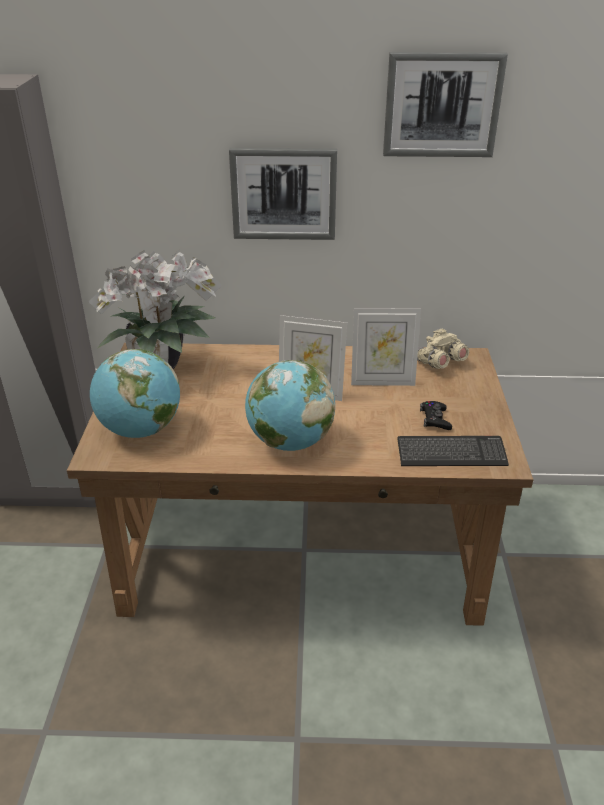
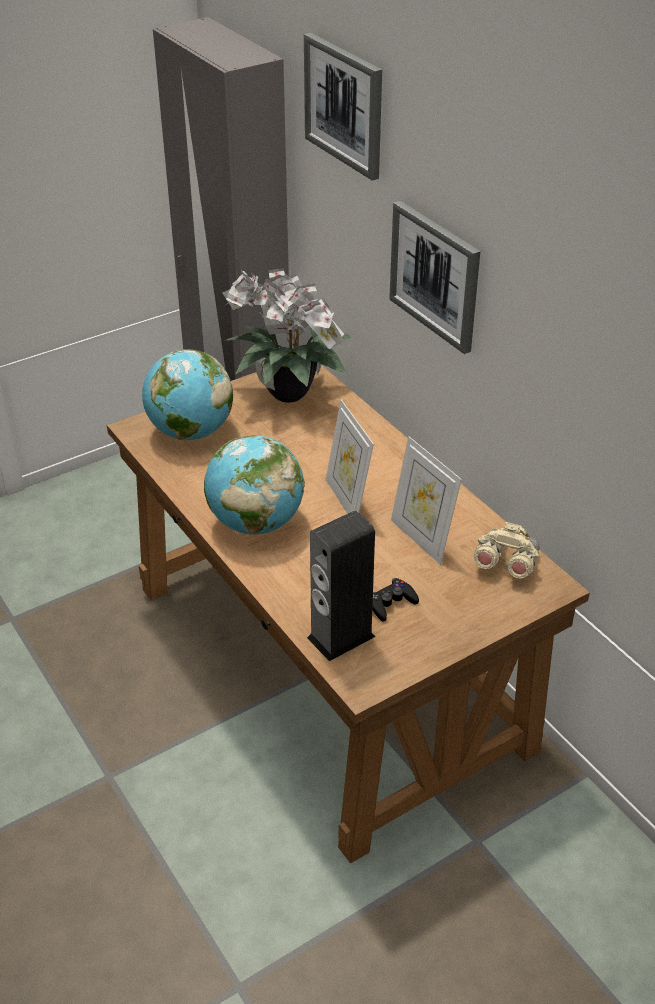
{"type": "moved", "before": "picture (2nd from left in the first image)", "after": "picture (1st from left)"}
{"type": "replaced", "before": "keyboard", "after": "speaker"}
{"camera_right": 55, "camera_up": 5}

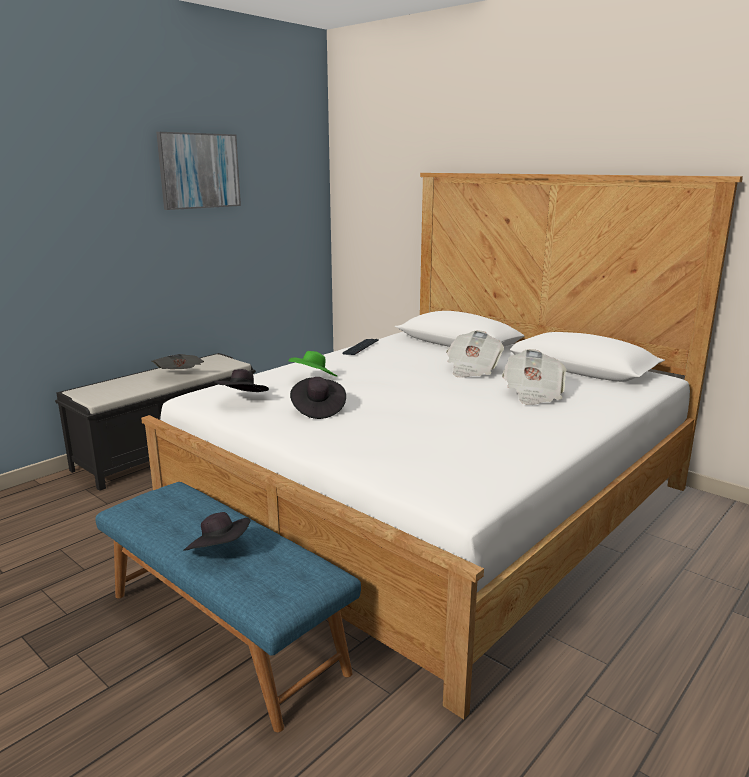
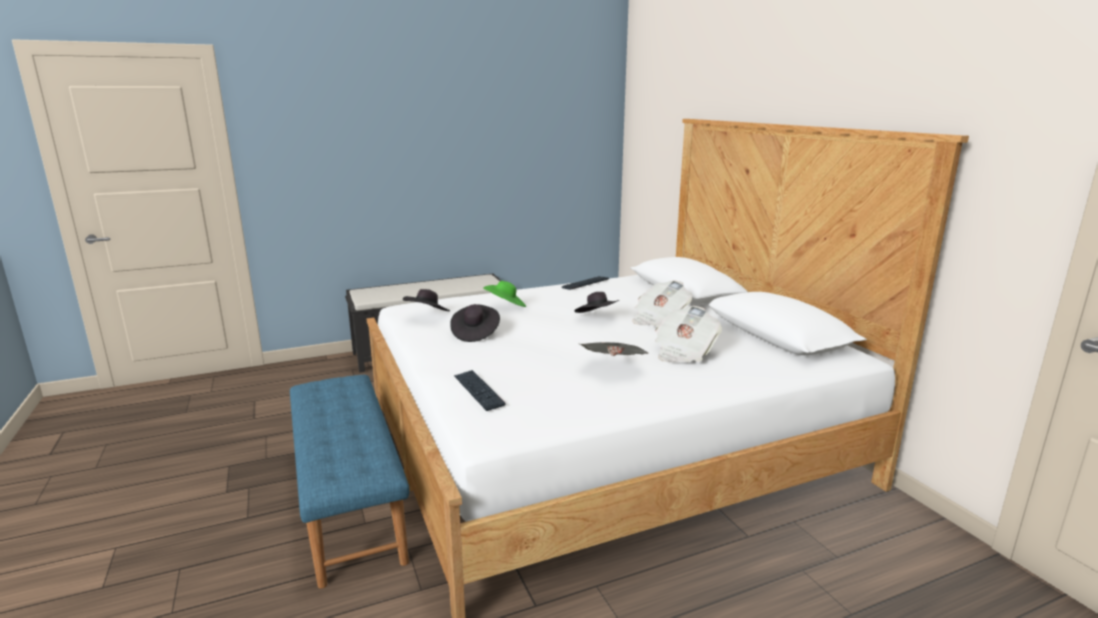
{"type": "added", "after": "keyboard (1st from left)"}
{"type": "moved", "before": "hat (black) (1st from left in the first image)", "after": "hat (black) (3rd from left)"}
{"type": "moved", "before": "newspaper (1st from left)"}
{"type": "removed", "before": "picture"}
{"camera_right": 25, "camera_up": 0}

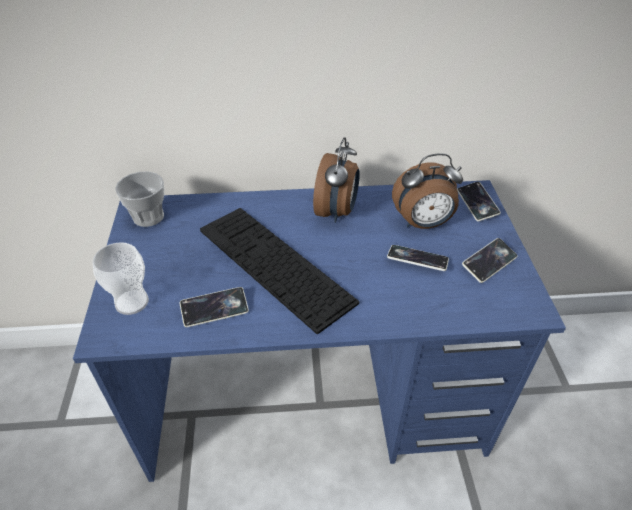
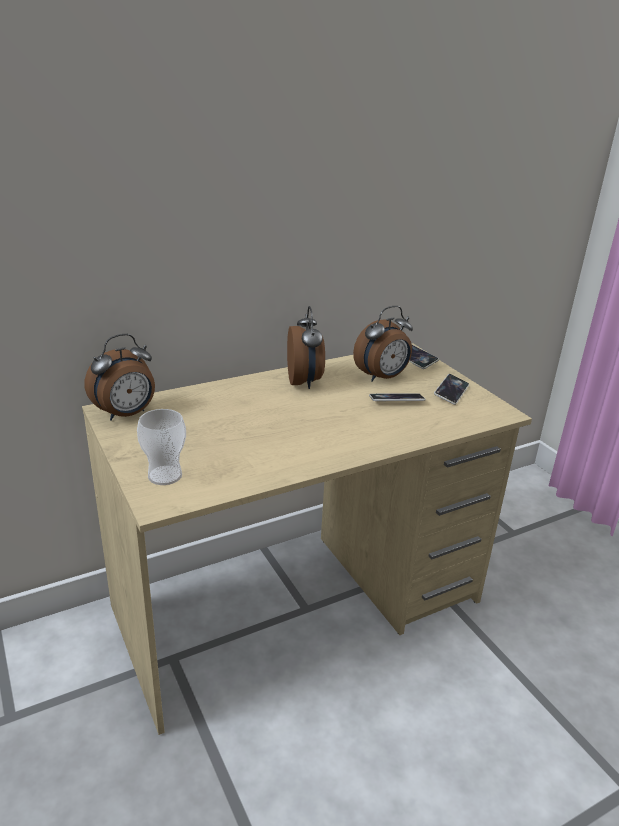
{"type": "recoloured", "before": "desk (blue)", "after": "desk (beige)"}
{"type": "replaced", "before": "cup (2nd from left)", "after": "alarm clock (1st from left)"}
{"type": "removed", "before": "phone (1st from left)"}
{"type": "removed", "before": "keyboard"}
{"camera_right": -25, "camera_up": -15}

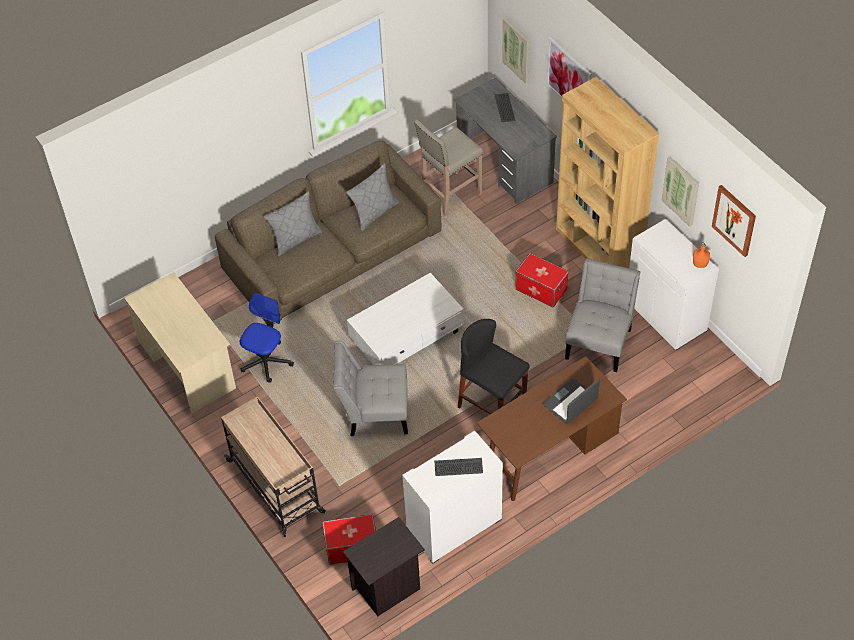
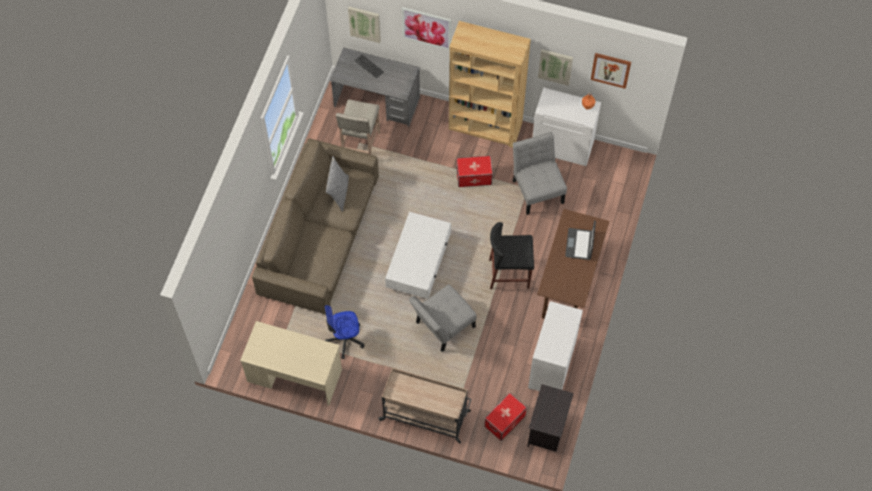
{"type": "turned", "before": "office chair", "turn": -90}
{"type": "removed", "before": "pillow (grey) (1st from left)"}
{"type": "removed", "before": "keyboard (1st from left)"}
{"camera_right": -40, "camera_up": 10}

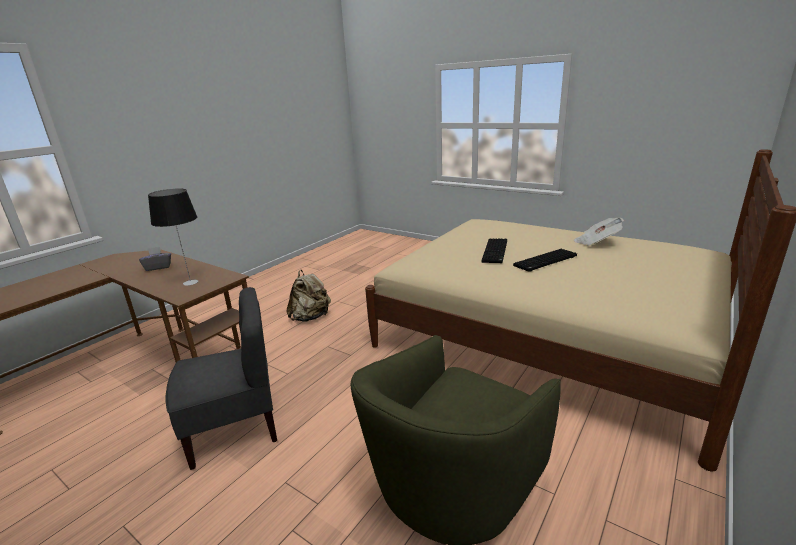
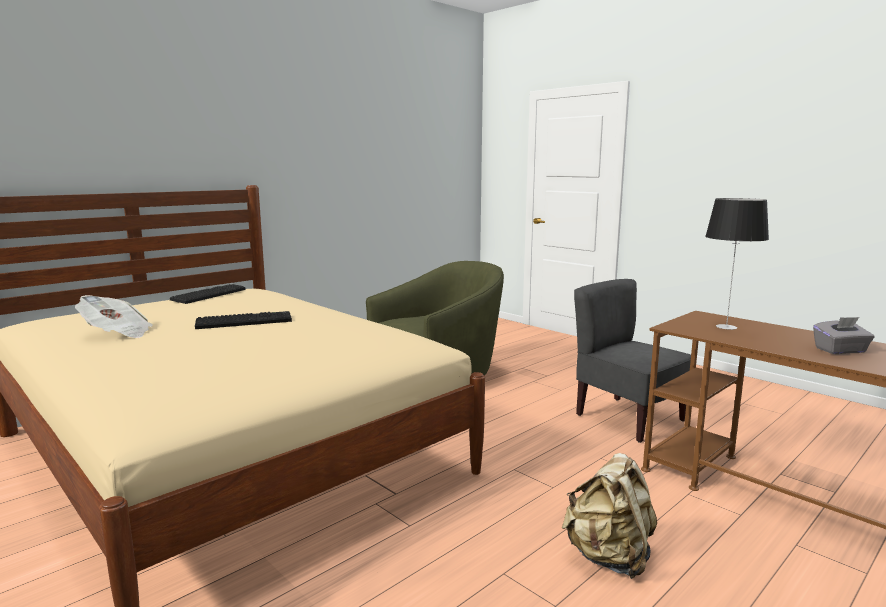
{"type": "moved", "before": "keyboard (1st from left)"}
{"type": "turned", "before": "chair (grey)", "turn": 60}
{"camera_right": -170, "camera_up": -10}

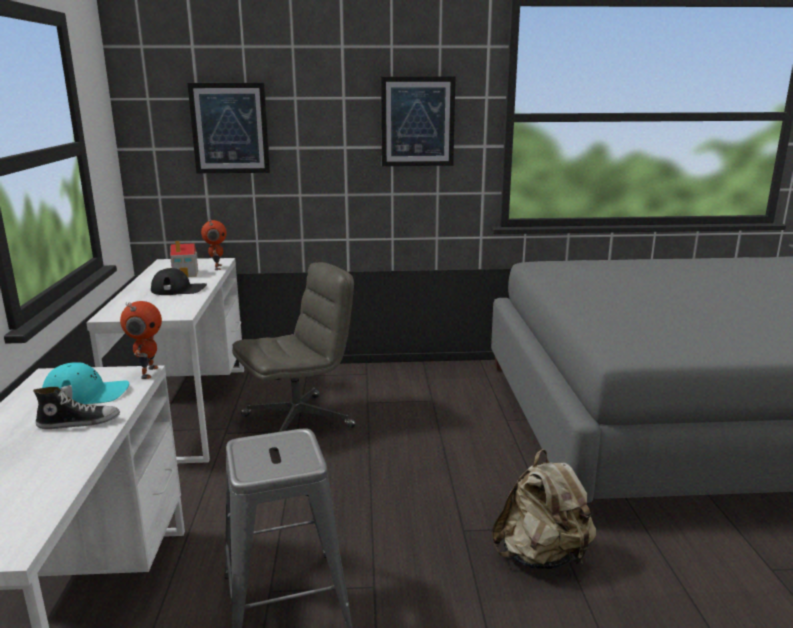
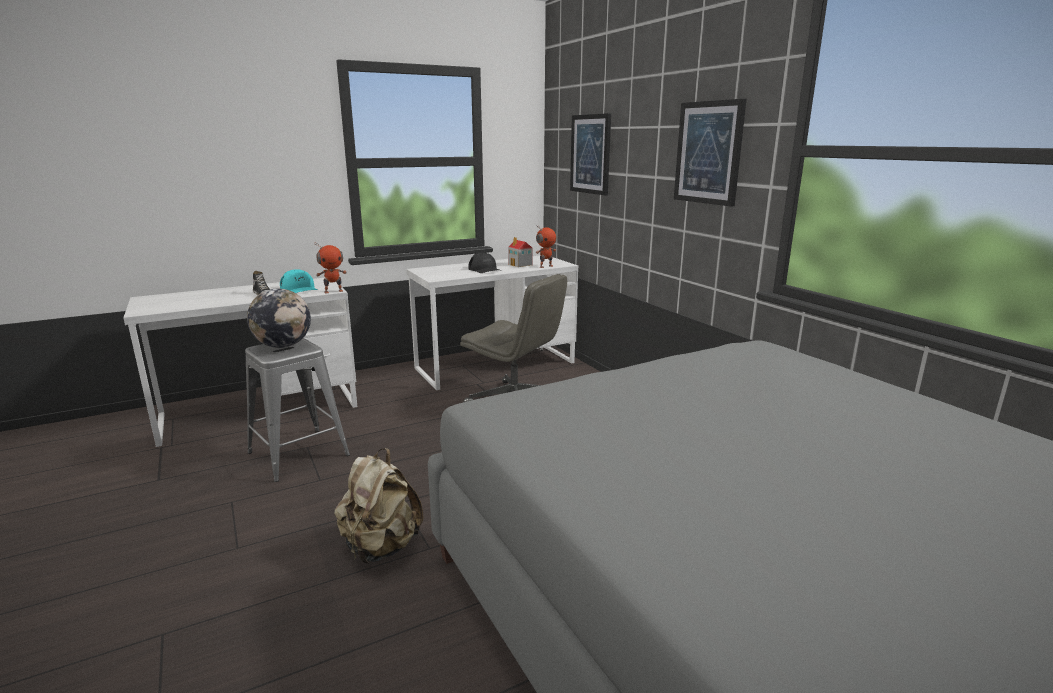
{"type": "added", "after": "globe"}
{"camera_right": 65, "camera_up": 0}

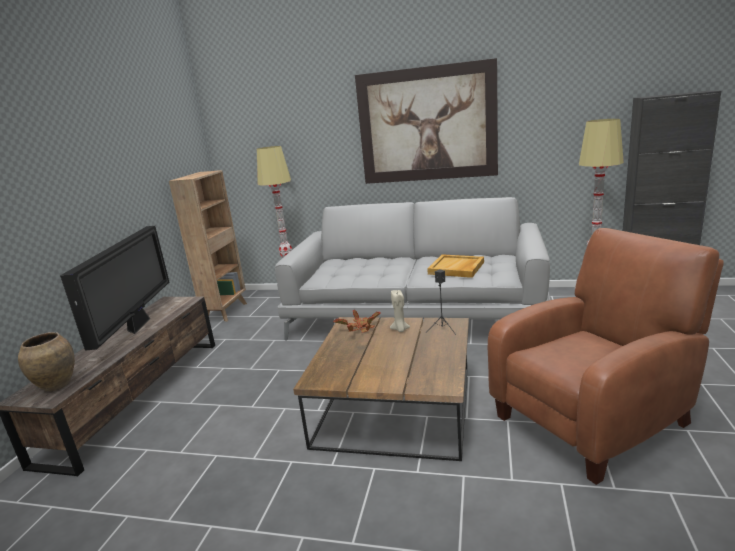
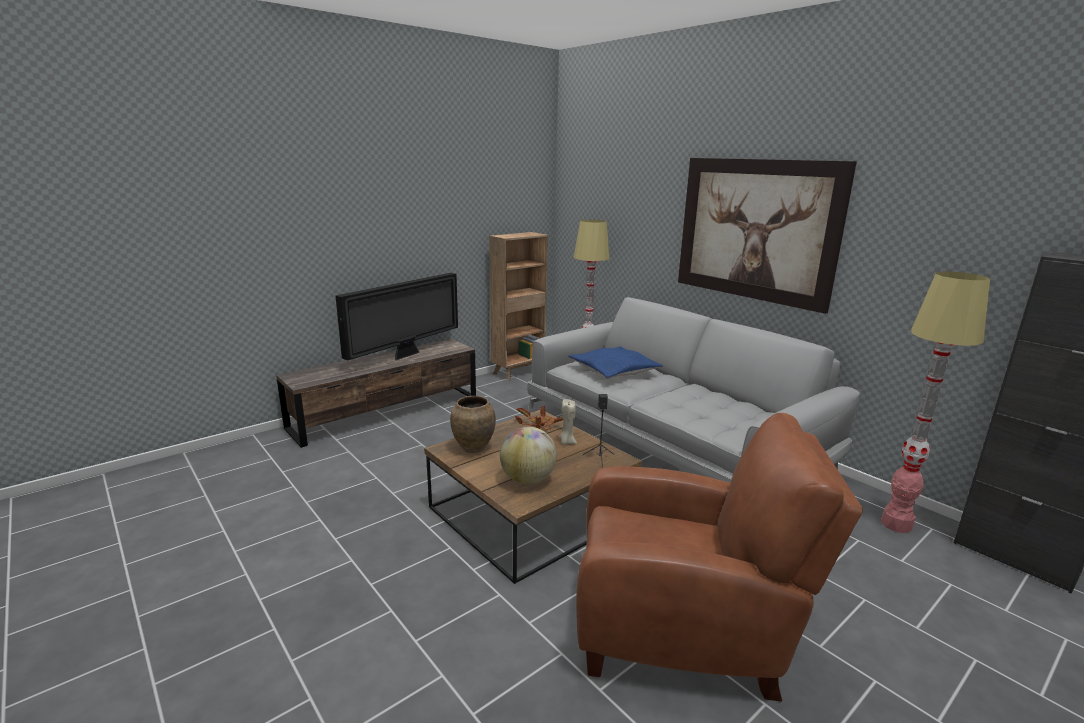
{"type": "moved", "before": "vase (brown)"}
{"type": "added", "after": "globe"}
{"type": "added", "after": "pillow (blue)"}
{"type": "removed", "before": "tray (beige)"}
{"camera_right": 35, "camera_up": 0}

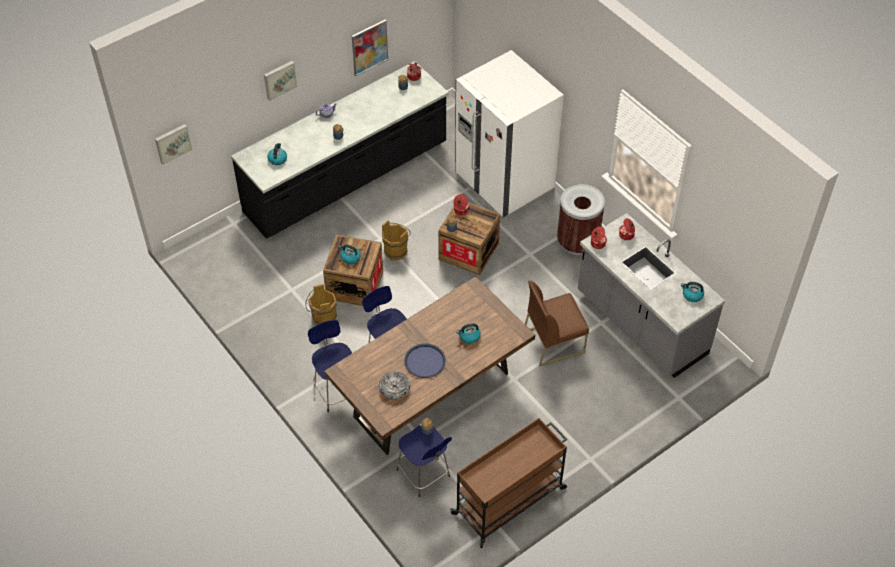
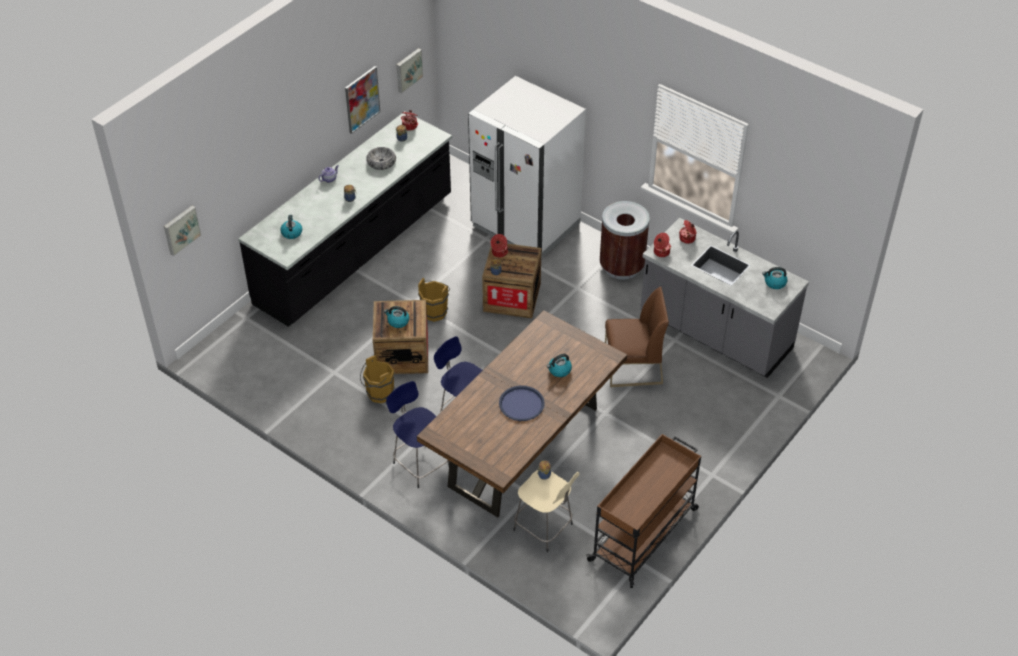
{"type": "moved", "before": "bowl"}
{"type": "moved", "before": "picture (2nd from left in the first image)", "after": "picture (3rd from left)"}
{"type": "recoloured", "before": "stool (blue) (3rd from left)", "after": "stool (beige)"}
{"type": "turned", "before": "chair (brown)", "turn": -150}
{"camera_right": -15, "camera_up": -5}

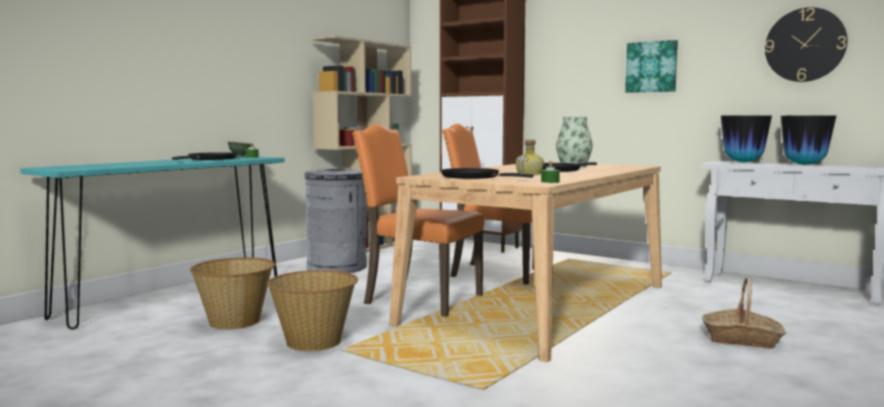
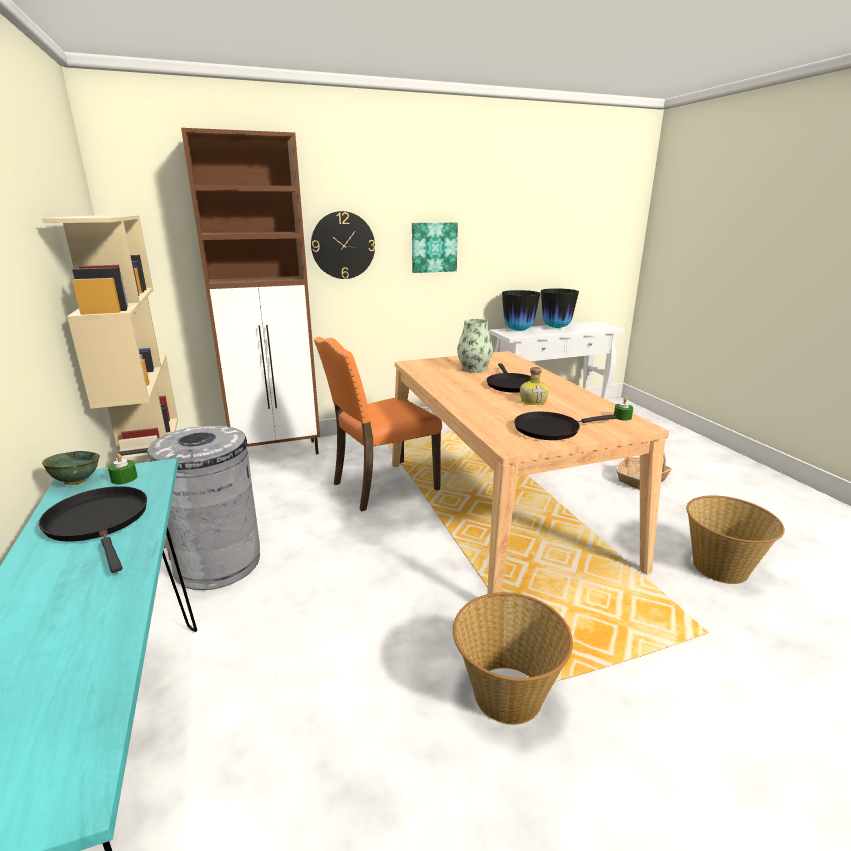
{"type": "moved", "before": "wall clock"}
{"type": "moved", "before": "basket (1st from left in the first image)", "after": "basket (3rd from left)"}
{"type": "removed", "before": "chair (orange) (1st from left)"}
{"camera_right": -55, "camera_up": 15}

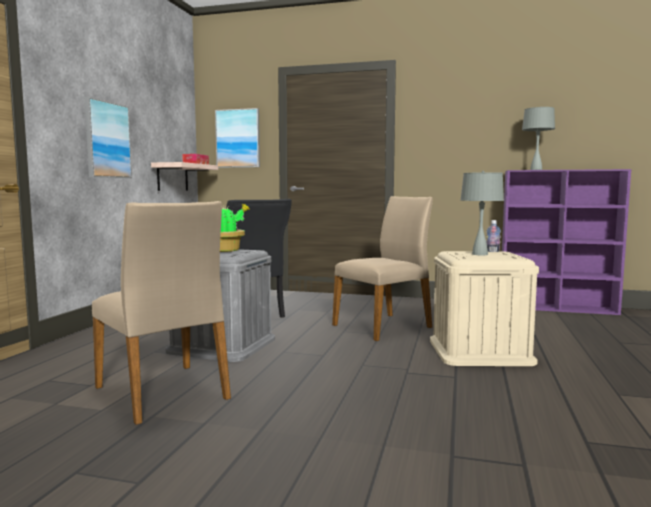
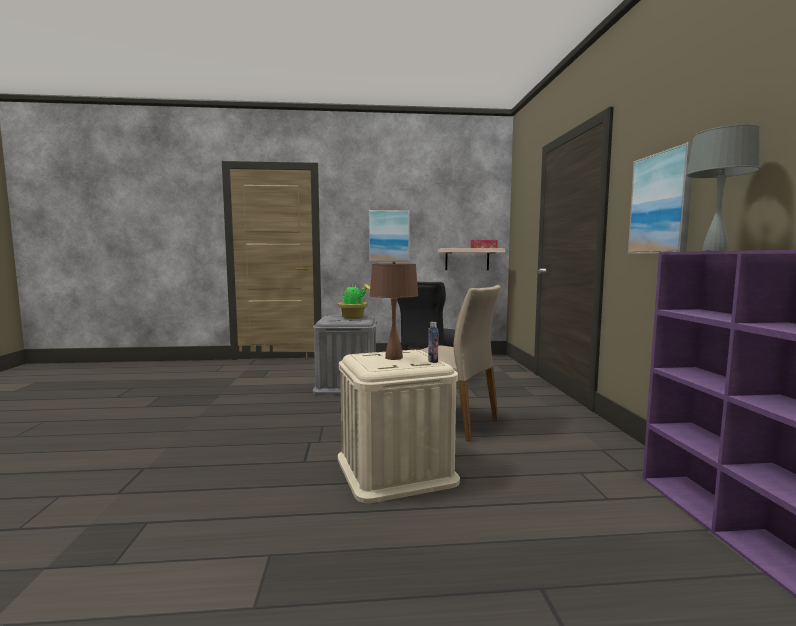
{"type": "recoloured", "before": "table lamp (grey) (1st from left)", "after": "table lamp (brown)"}
{"type": "moved", "before": "picture (2nd from left)"}
{"type": "removed", "before": "chair (beige) (1st from left)"}
{"camera_right": 70, "camera_up": 0}

